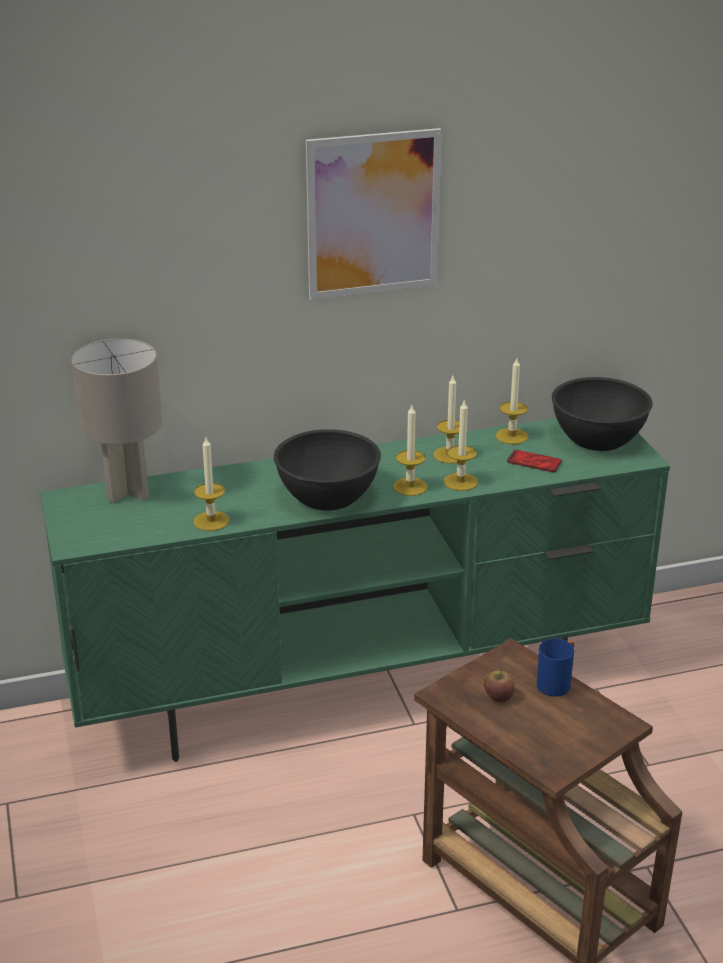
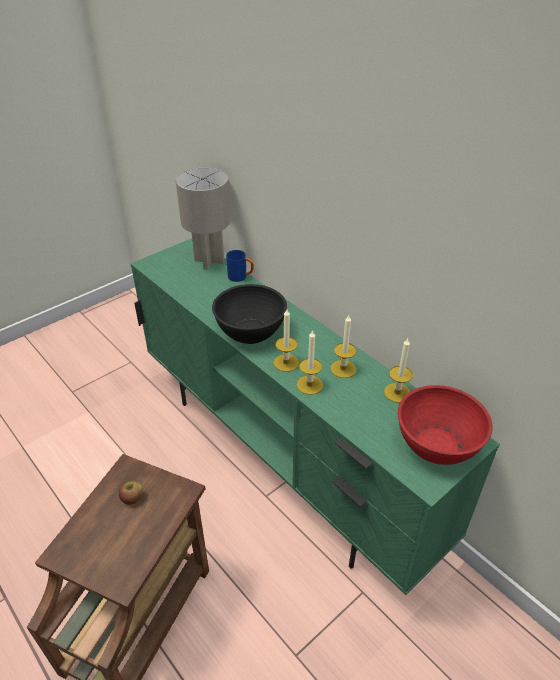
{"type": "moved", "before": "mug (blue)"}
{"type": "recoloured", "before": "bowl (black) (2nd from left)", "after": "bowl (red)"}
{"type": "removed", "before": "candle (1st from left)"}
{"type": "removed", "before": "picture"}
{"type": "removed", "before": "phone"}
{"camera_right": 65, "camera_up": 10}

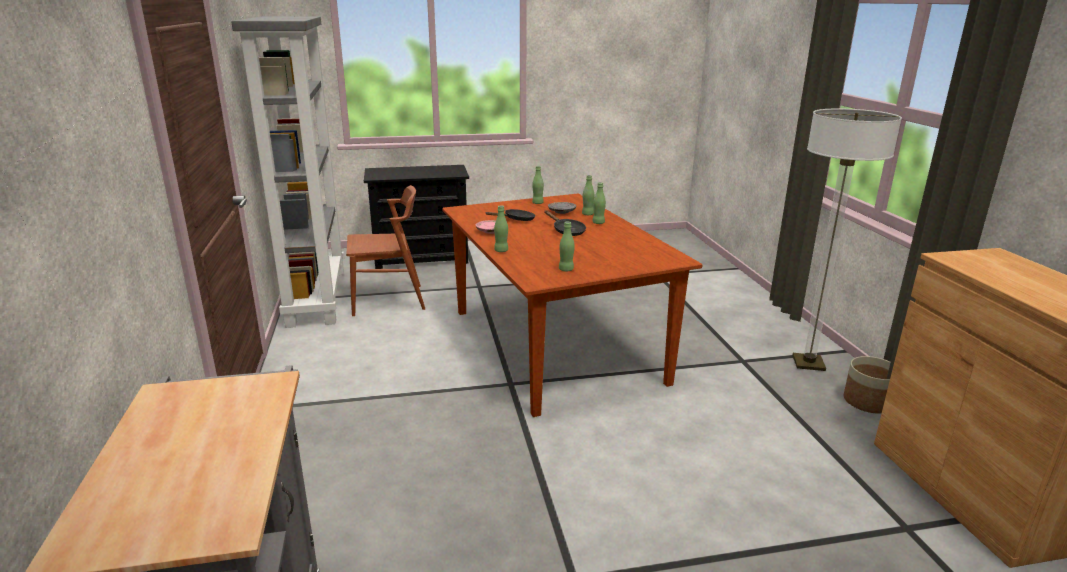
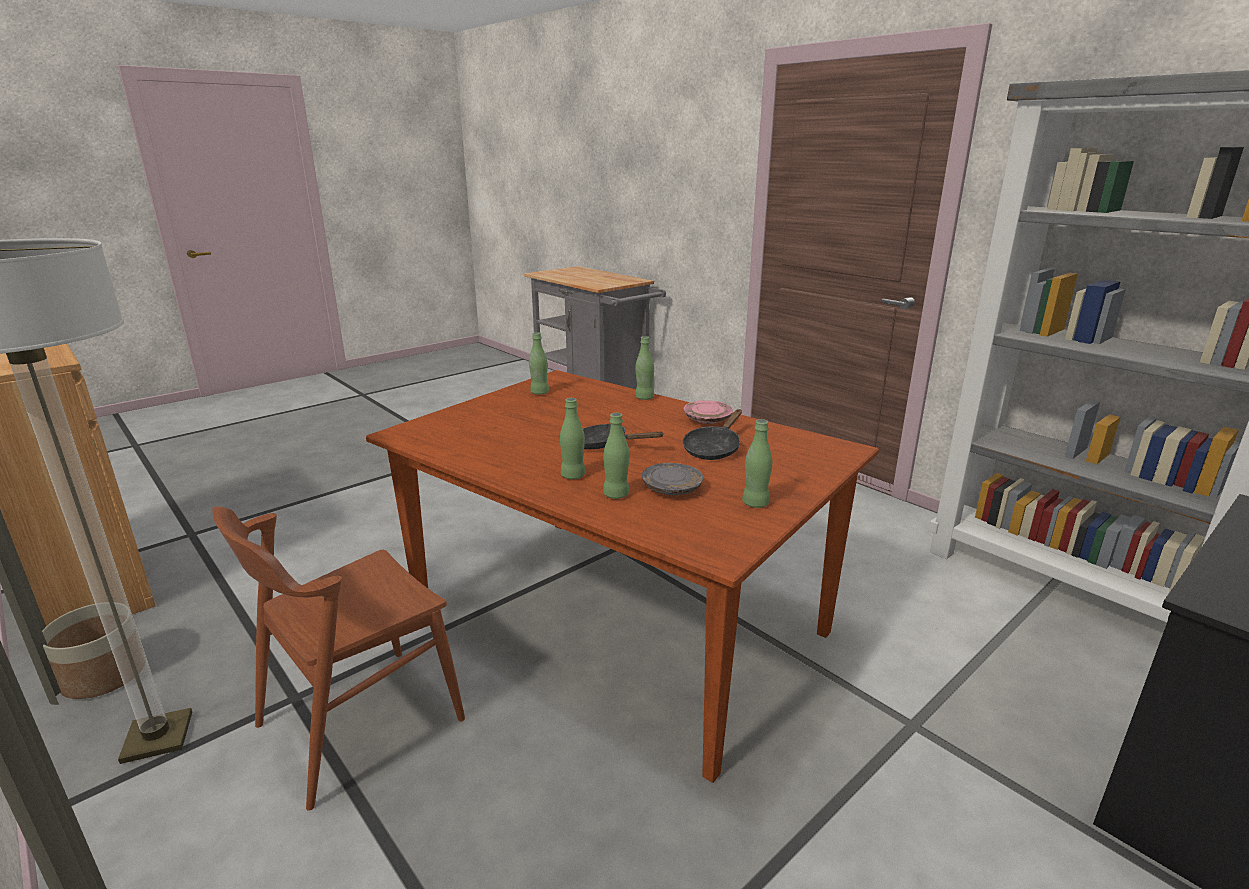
{"type": "moved", "before": "chair (brown)"}
{"camera_right": 150, "camera_up": 0}

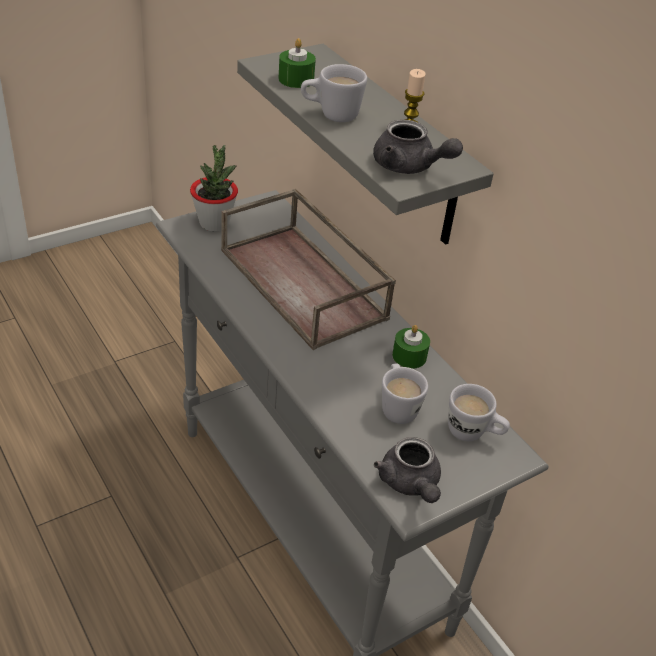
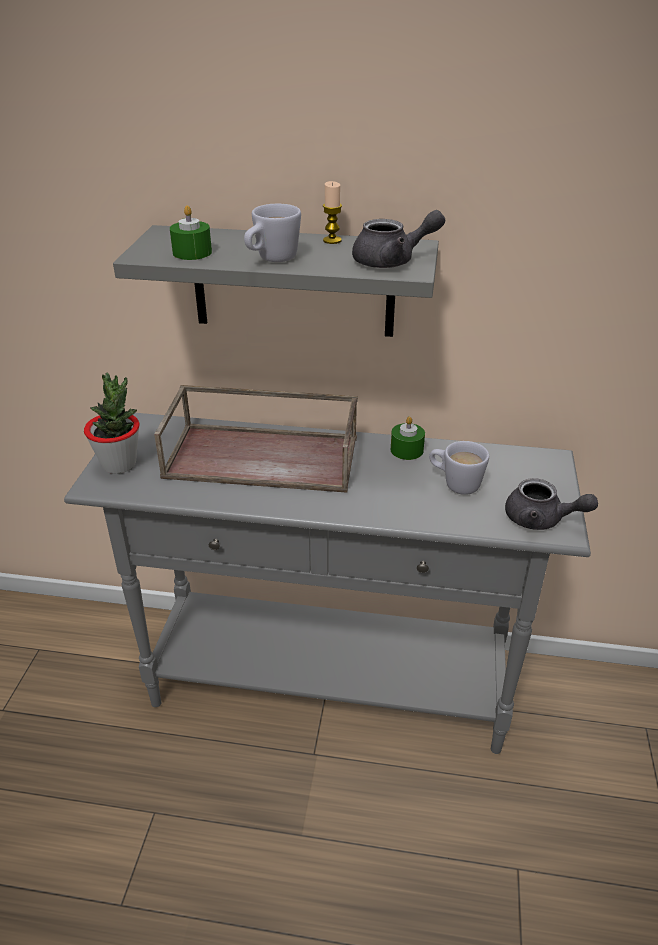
{"type": "removed", "before": "mug (white) (3rd from left)"}
{"camera_right": -45, "camera_up": -5}

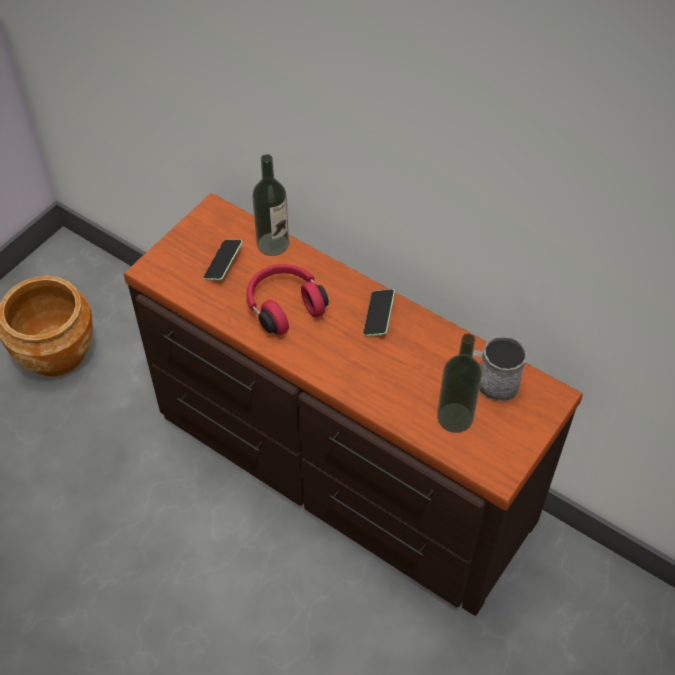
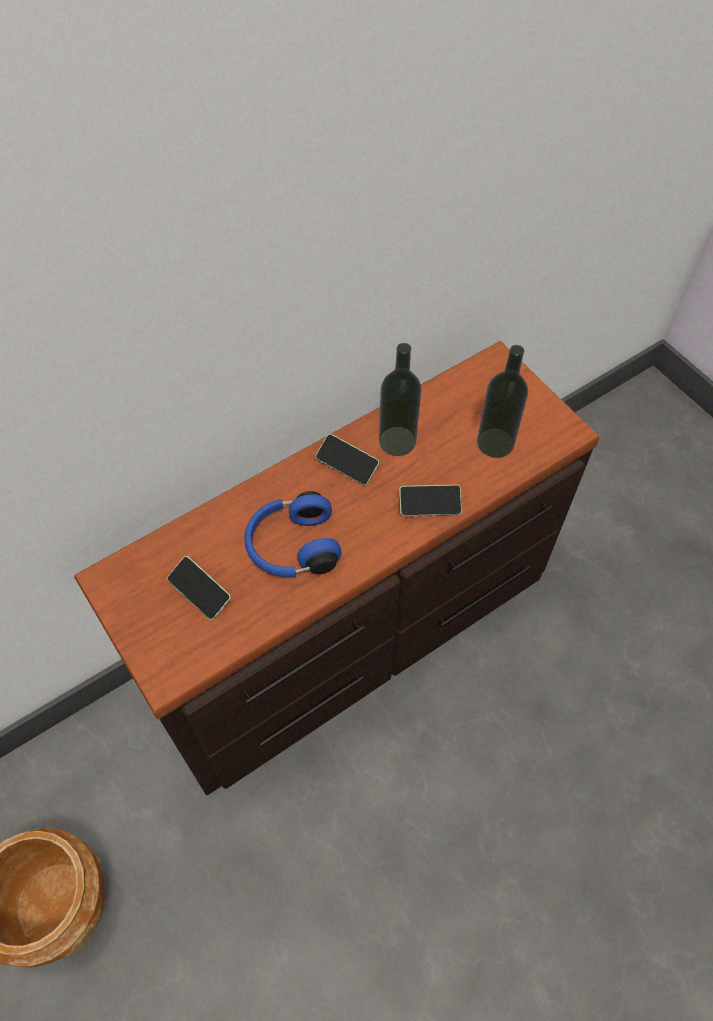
{"type": "recoloured", "before": "headphones (red)", "after": "headphones (blue)"}
{"type": "moved", "before": "bottle (1st from left)"}
{"type": "added", "after": "phone (3rd from left)"}
{"type": "removed", "before": "mug (grey)"}
{"camera_right": -70, "camera_up": 5}

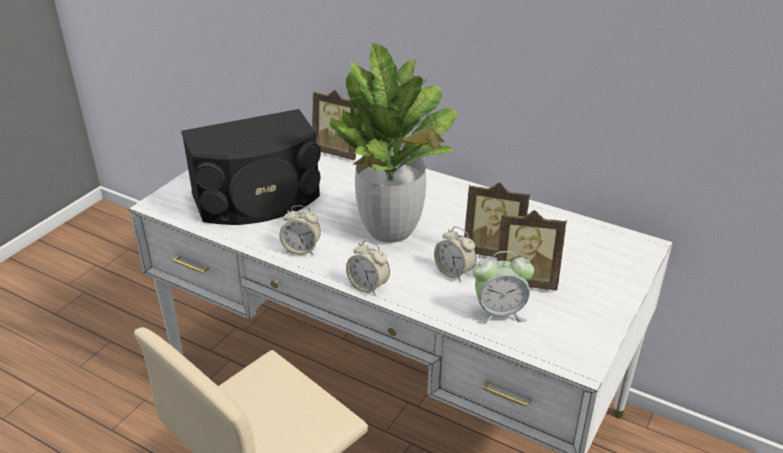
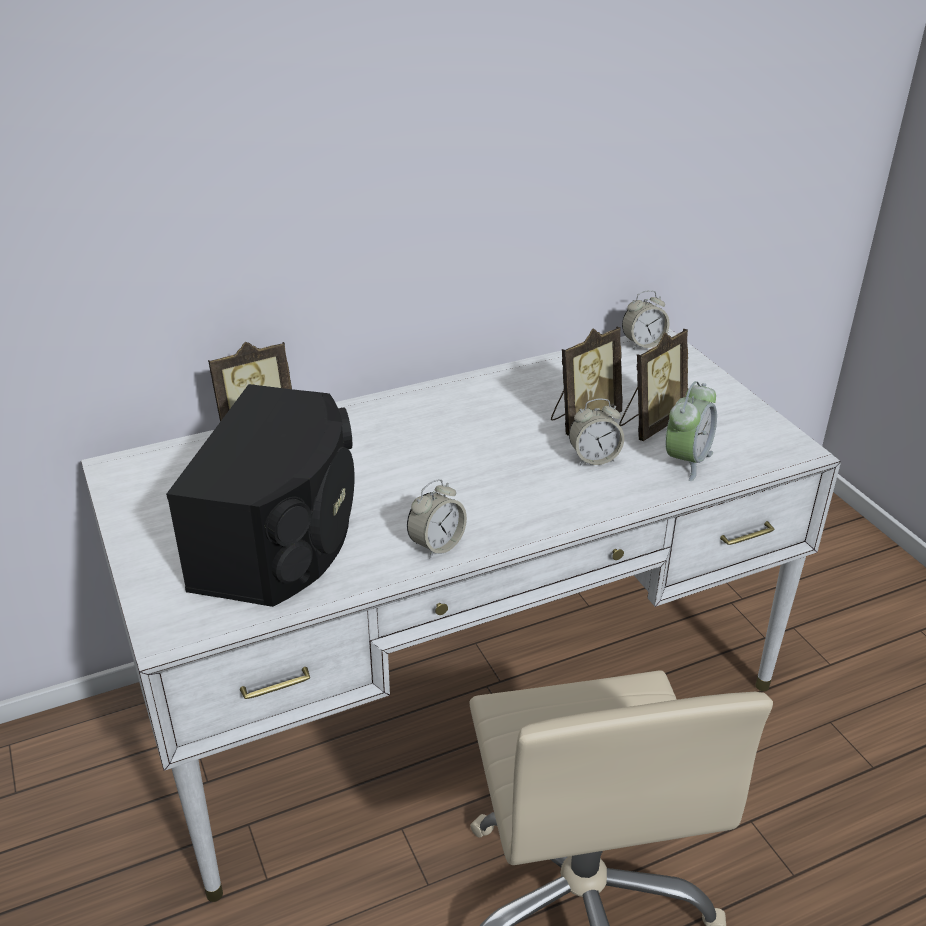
{"type": "moved", "before": "alarm clock (2nd from left in the first image)", "after": "alarm clock (3rd from left)"}
{"type": "removed", "before": "potted plant"}
{"camera_right": -55, "camera_up": 0}

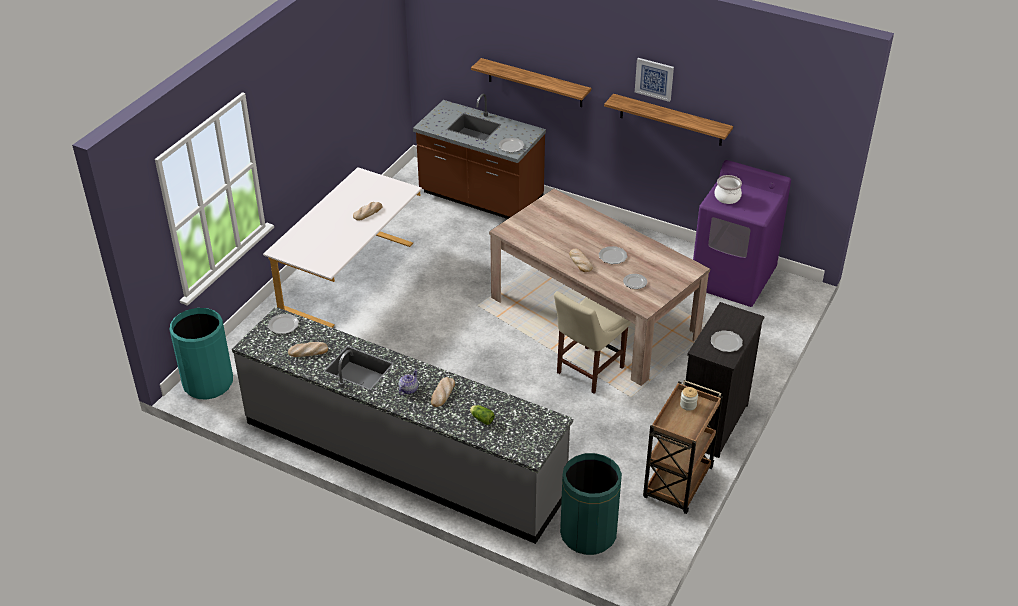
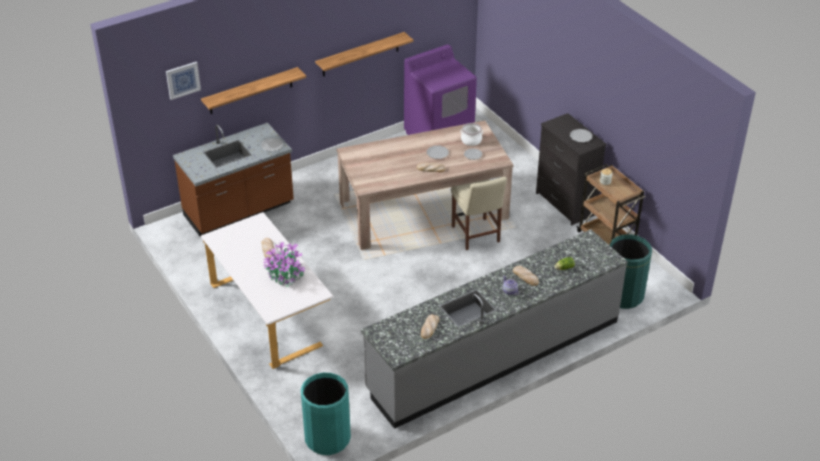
{"type": "moved", "before": "picture"}
{"type": "added", "after": "potted plant"}
{"type": "moved", "before": "cooking pot"}
{"type": "removed", "before": "plate (1st from left)"}
{"camera_right": -60, "camera_up": 0}

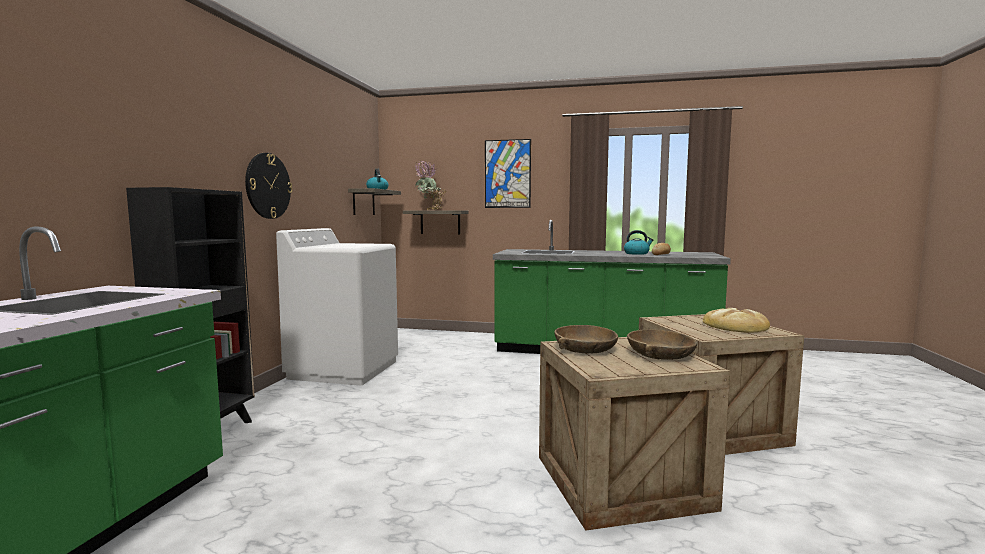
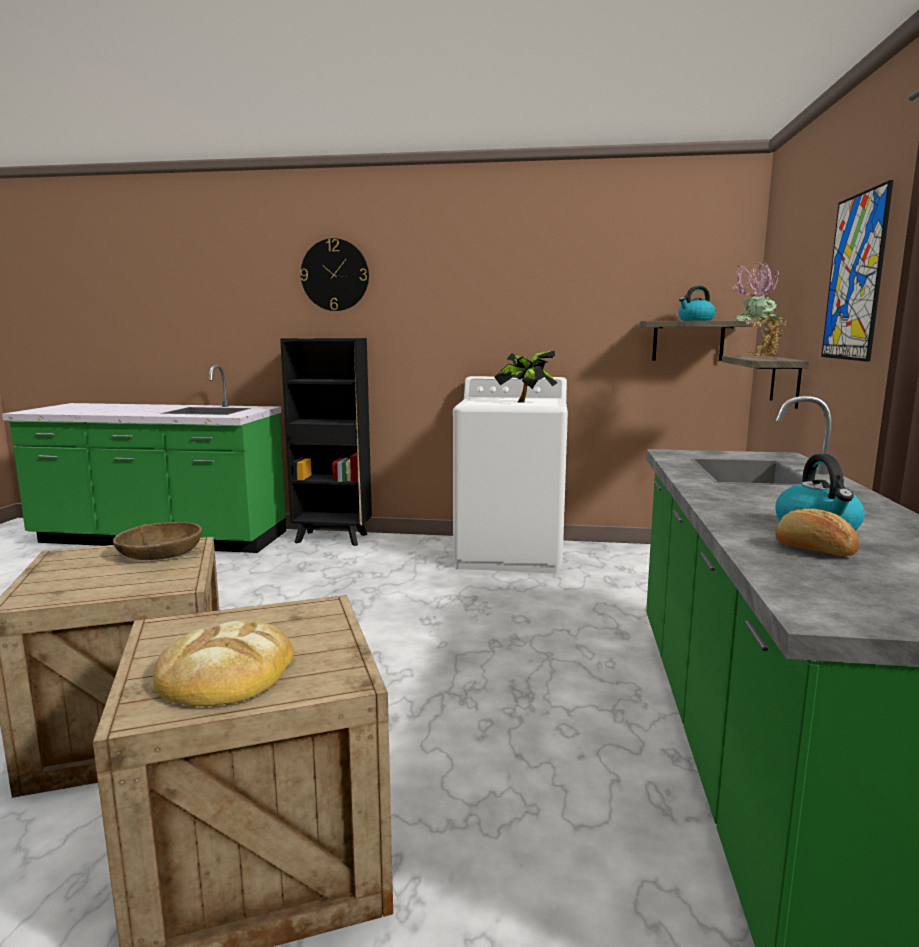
{"type": "moved", "before": "wall clock"}
{"type": "added", "after": "potted plant (1st from left)"}
{"type": "removed", "before": "bowl (brown) (2nd from left)"}
{"camera_right": 85, "camera_up": 5}

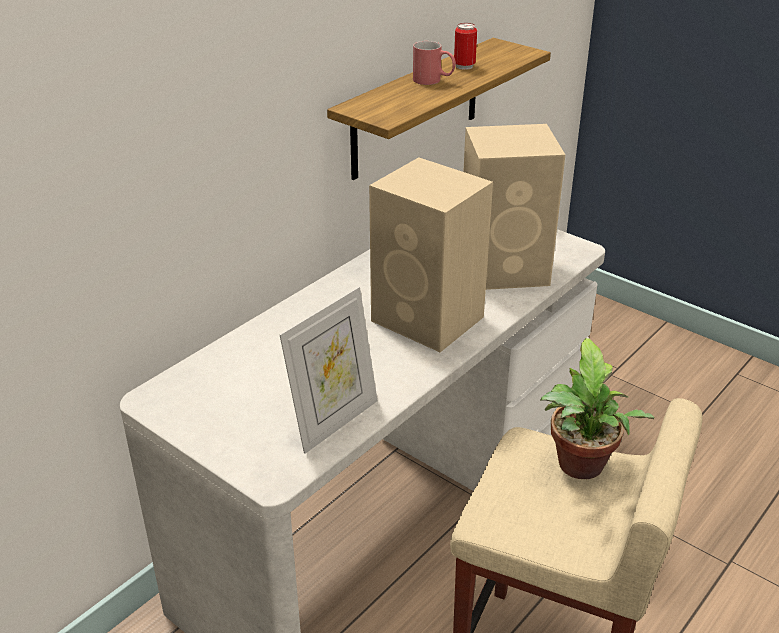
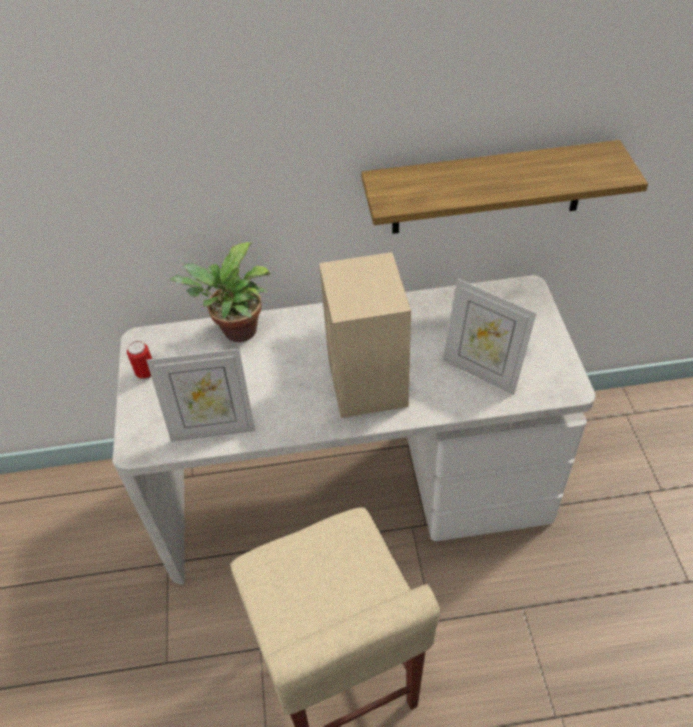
{"type": "moved", "before": "can"}
{"type": "moved", "before": "potted plant"}
{"type": "replaced", "before": "speaker (beige) (2nd from left)", "after": "picture frame (2nd from left)"}
{"type": "removed", "before": "mug (red)"}
{"camera_right": 45, "camera_up": 15}

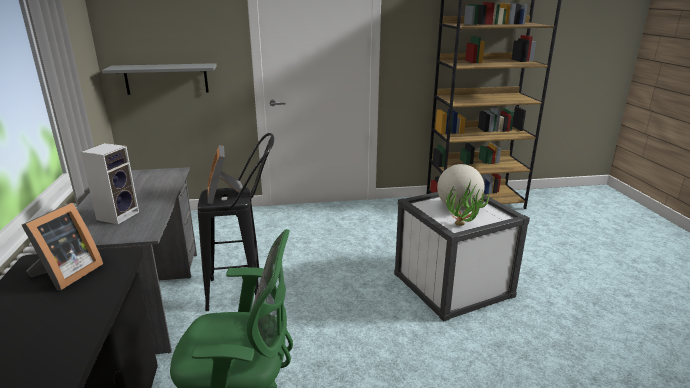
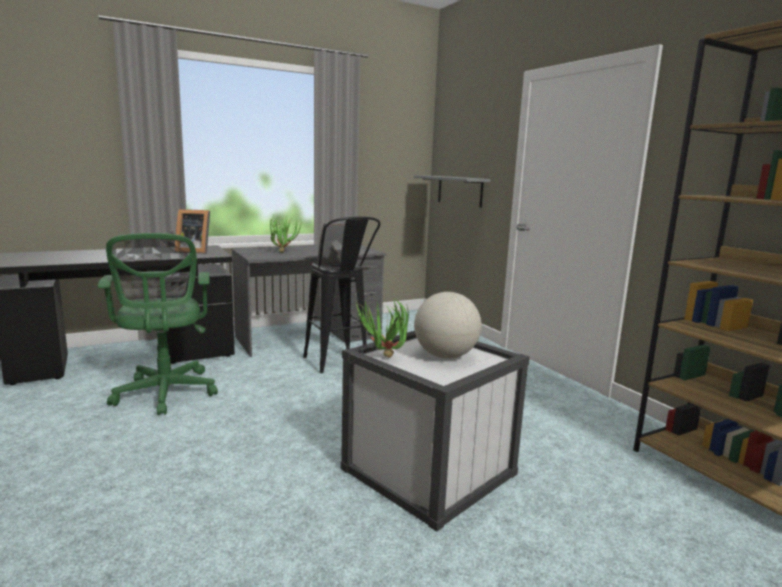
{"type": "replaced", "before": "speaker", "after": "potted plant (1st from left)"}
{"camera_right": 70, "camera_up": -10}

